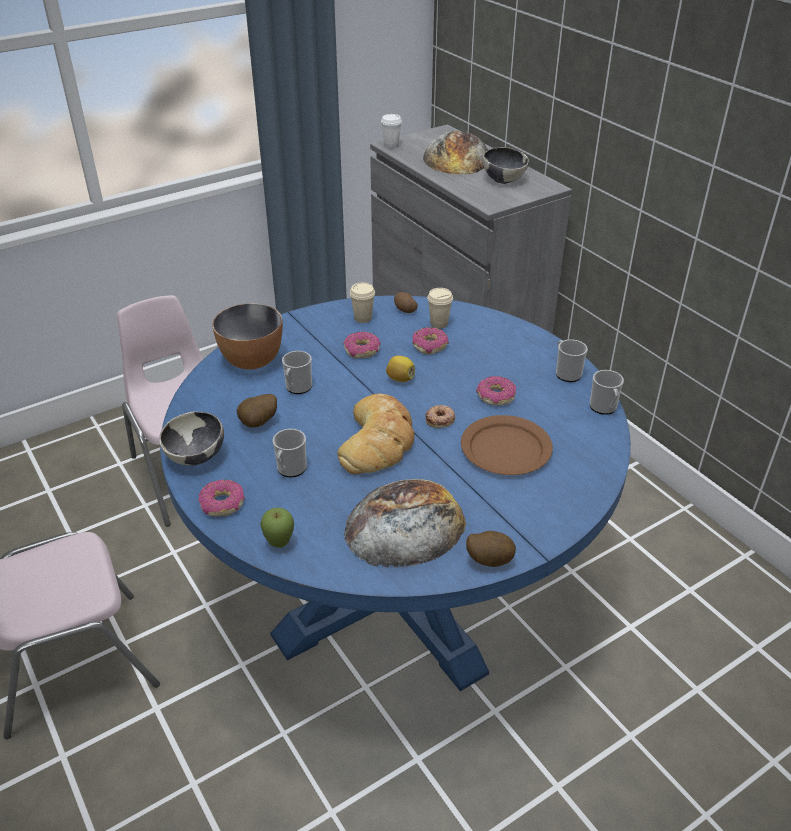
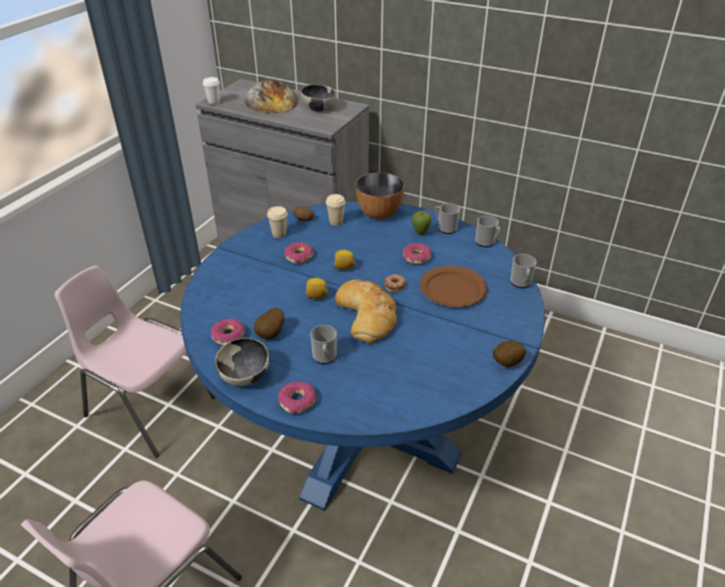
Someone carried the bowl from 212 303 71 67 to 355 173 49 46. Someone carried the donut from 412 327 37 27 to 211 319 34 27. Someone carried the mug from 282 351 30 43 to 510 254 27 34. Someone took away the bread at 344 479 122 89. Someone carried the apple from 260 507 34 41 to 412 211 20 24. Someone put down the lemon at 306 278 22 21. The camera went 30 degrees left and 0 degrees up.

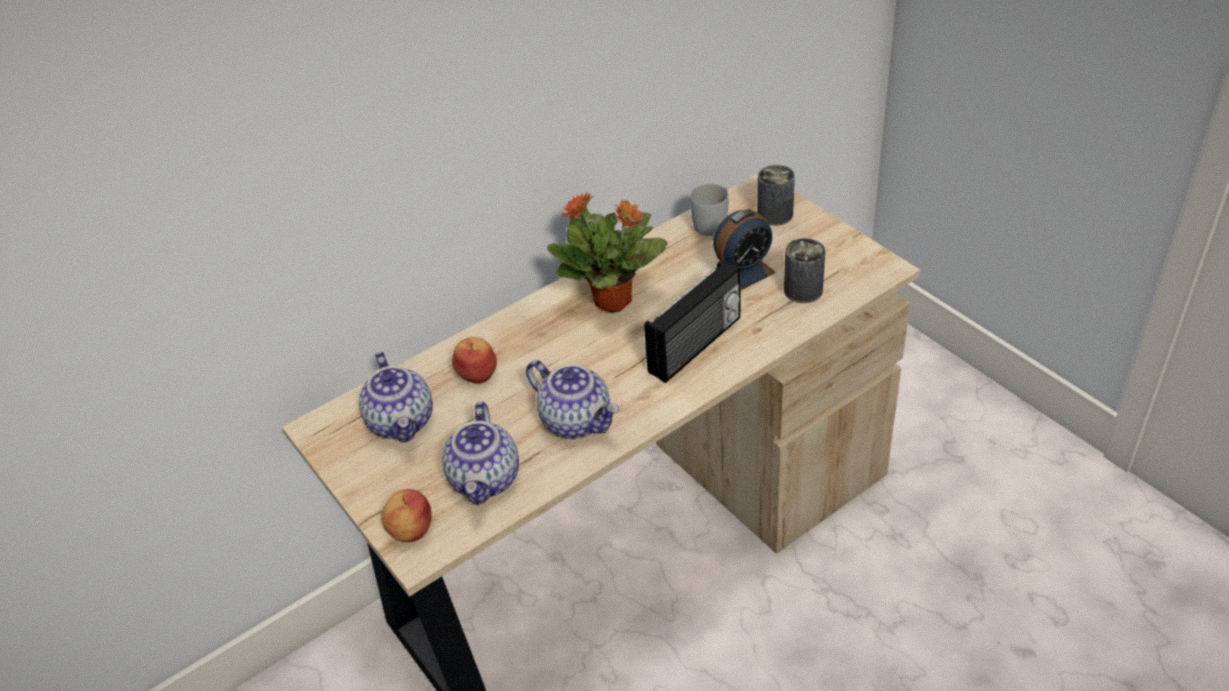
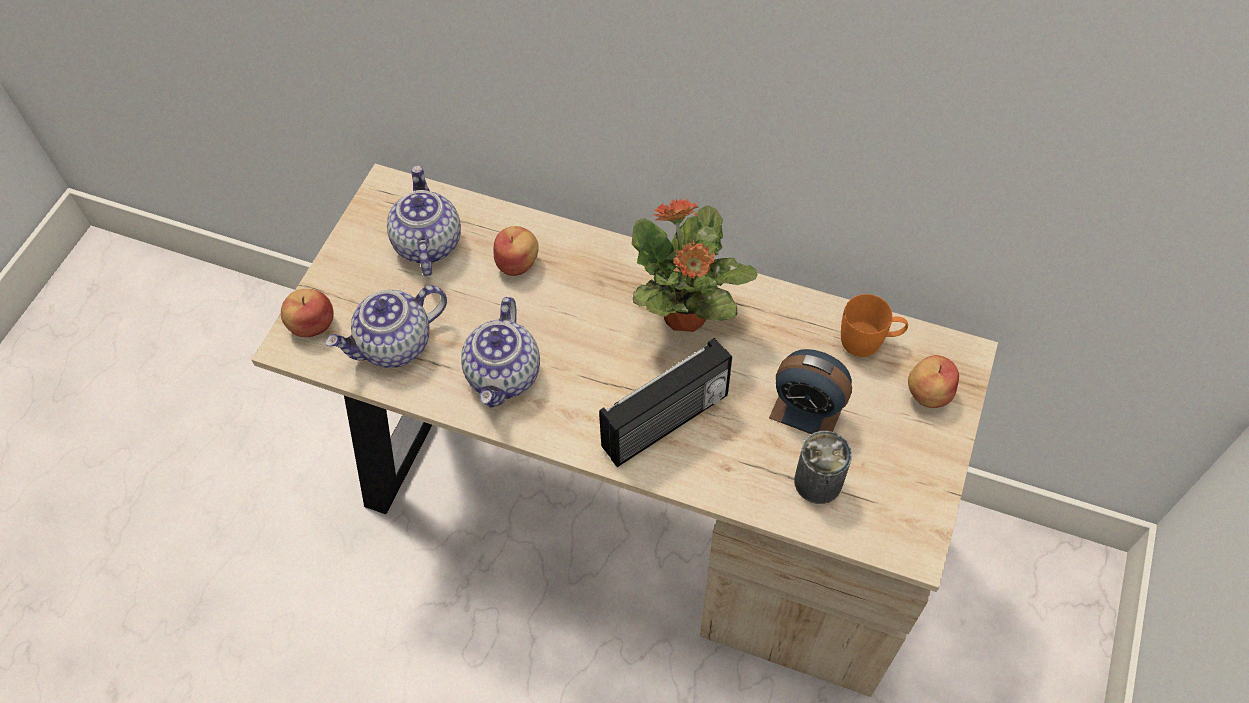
Someone swapped the can at 757 165 38 61 for the apple at 908 355 51 53. Someone repainted the mug (white) at 690 184 38 52, which became the mug (orange) at 841 294 67 63. Someone rotated the radio at 644 260 96 123 by 45 degrees counterclockwise. Someone rotated the teapot at 359 352 74 91 by 135 degrees clockwise. The camera went 55 degrees right and 15 degrees up.

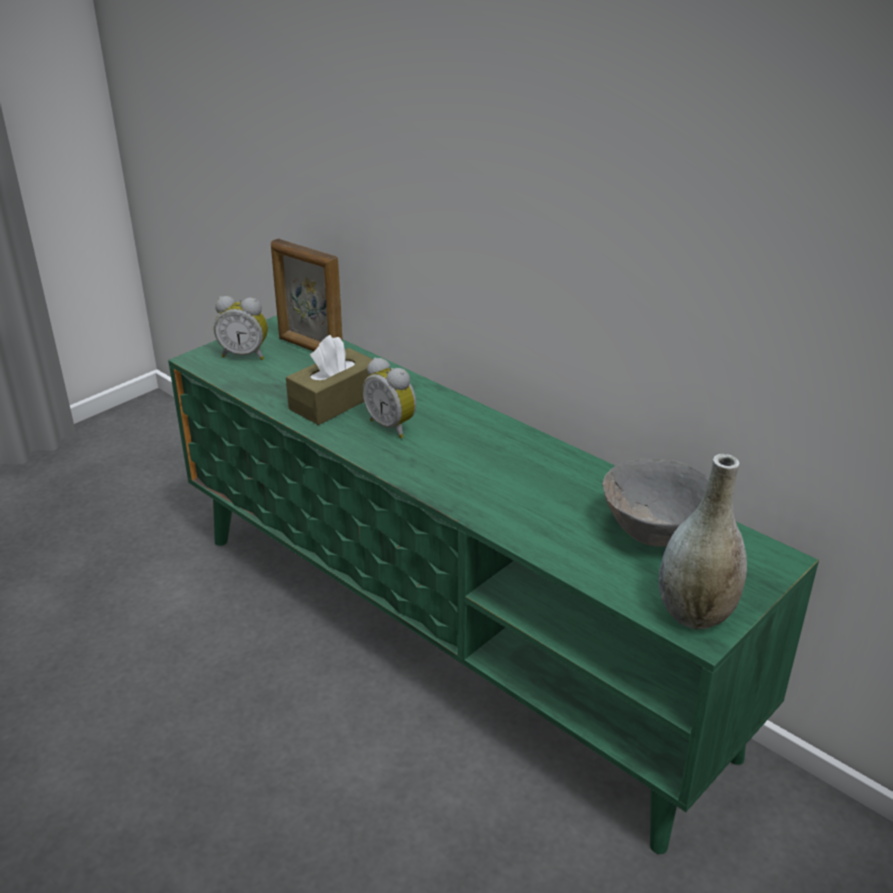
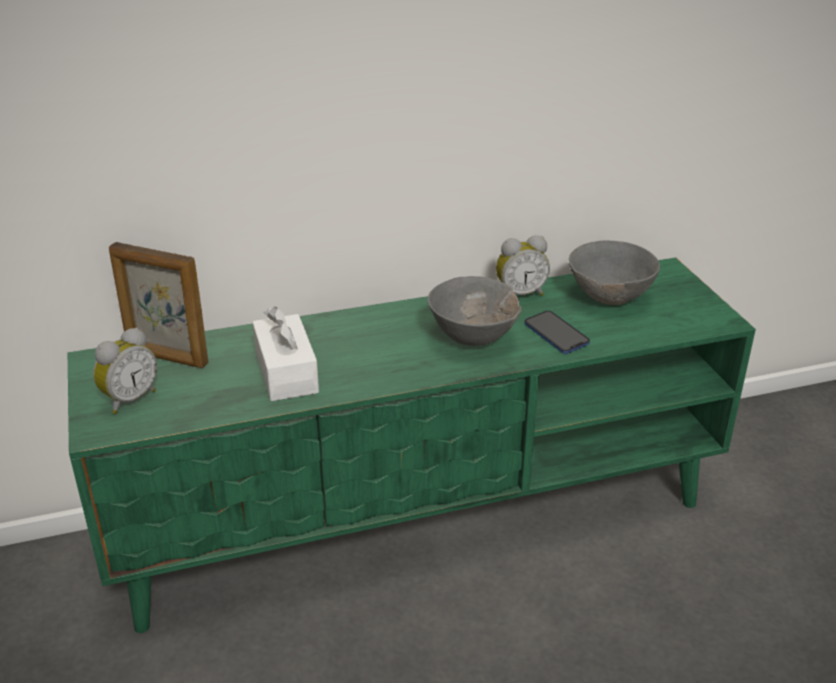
Someone rotated the picture frame at 271 239 72 112 by 45 degrees clockwise. Someone repainted the tissue box (brown) at 286 335 87 90, which became the tissue box (white) at 253 306 66 95. Someone carried the alarm clock from 362 357 54 81 to 496 235 54 61. Someone took away the vase (grey) at 659 454 88 176. Someone put down the bowl (grey) at 428 276 94 70. Someone put down the phone at 525 311 65 43. The camera went 60 degrees left and 0 degrees up.

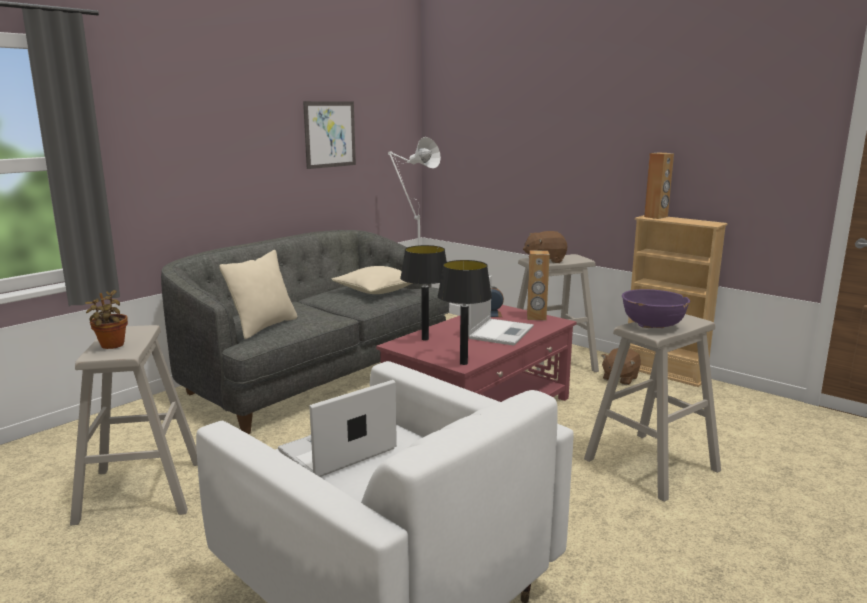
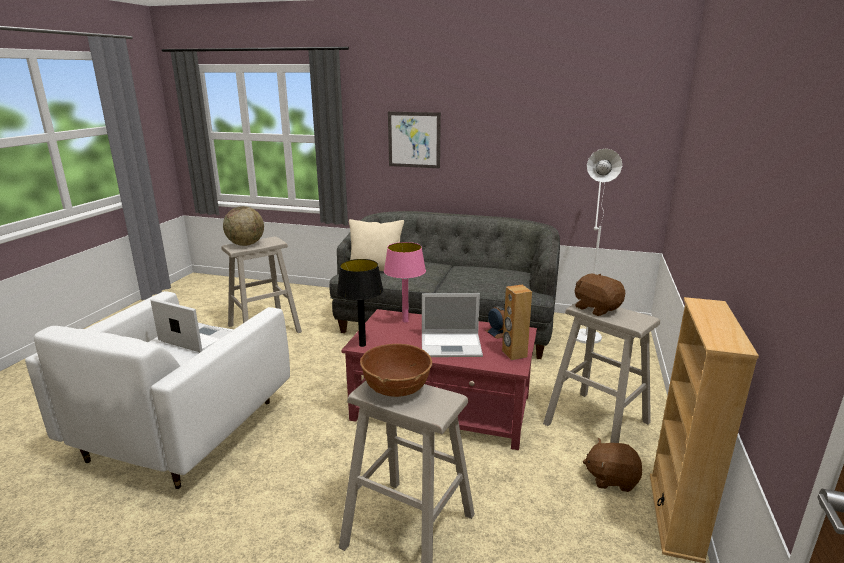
Someone carried the picture from 303 101 53 68 to 388 111 53 57. Someone took away the speaker (brown) at 644 152 30 67. Someone repainted the table lamp (black) at 400 245 47 95, which became the table lamp (pink) at 384 242 42 80. Someone took away the pillow (beige) at 332 266 81 28. Someone repainted the bowl (purple) at 622 289 68 39, which became the bowl (brown) at 360 344 72 53. Someone swapped the potted plant at 85 290 43 59 for the globe at 223 206 41 40. The camera went 65 degrees right and 5 degrees up.

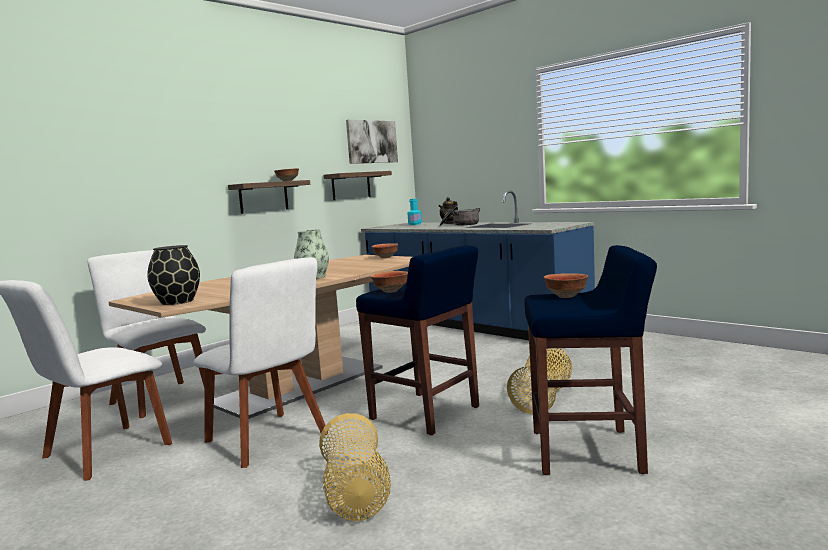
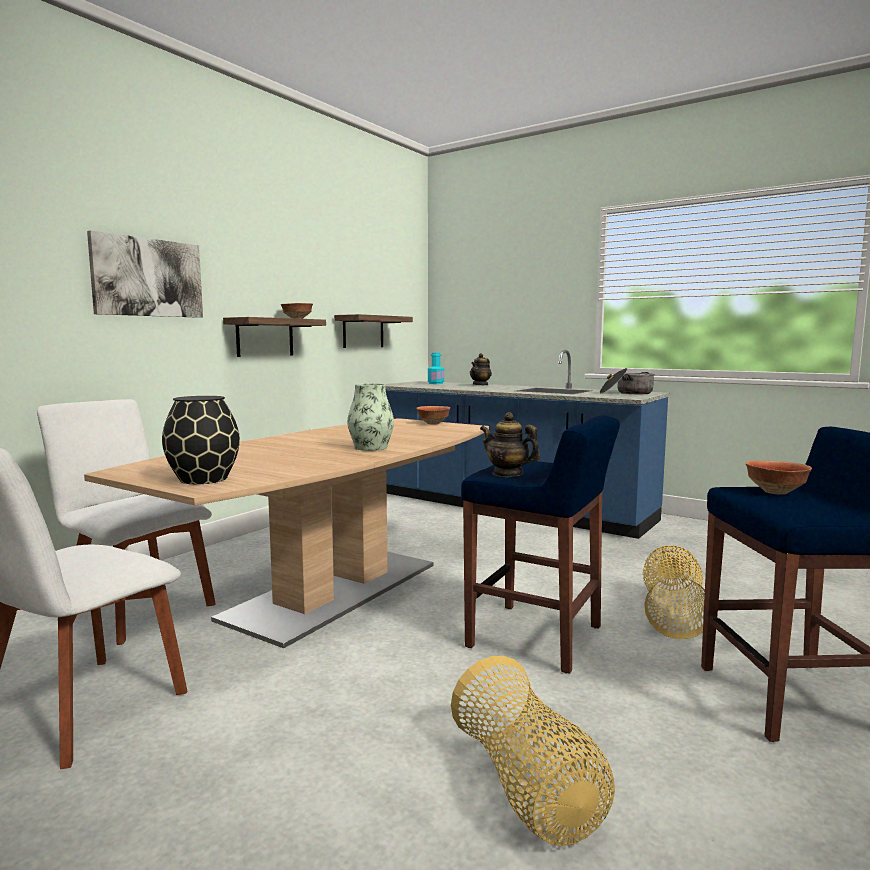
Someone carried the picture from 346 120 52 44 to 87 230 116 88. Someone carried the cooking pot from 439 207 41 19 to 600 368 55 26. Someone took away the chair (white) at 193 257 135 211. Someone swapped the bowl at 370 271 38 22 for the teapot at 480 412 60 65. The camera went 10 degrees left and 0 degrees up.

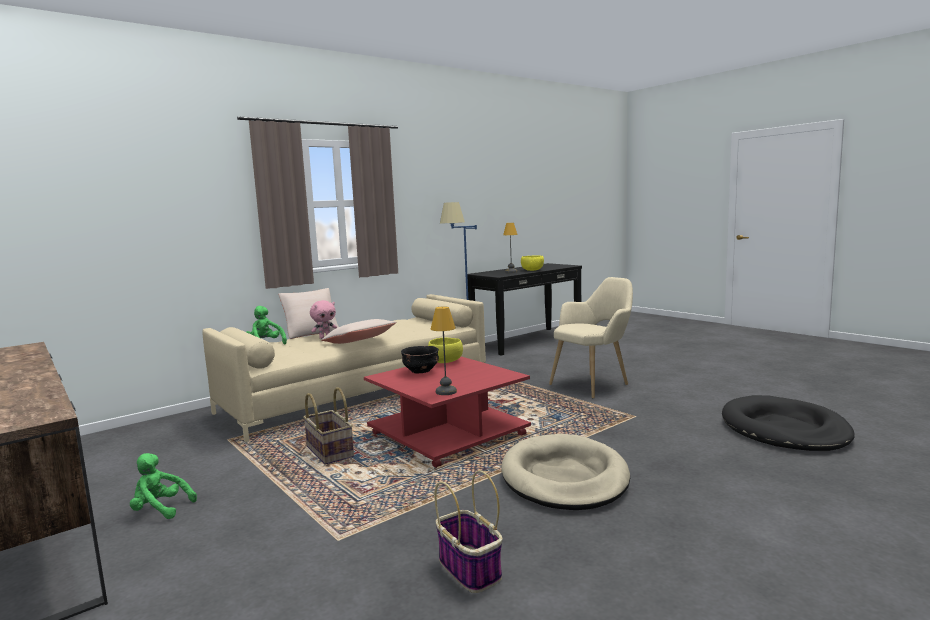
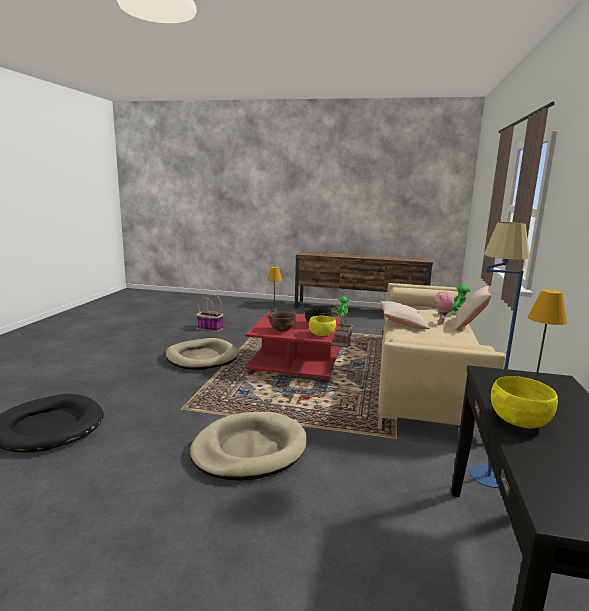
Someone swapped the armchair (beige) at 549 277 84 122 for the dog bed (beige) at 190 412 117 69. Someone put down the bowl (brown) at 269 311 27 20. The camera went 140 degrees right and 5 degrees up.

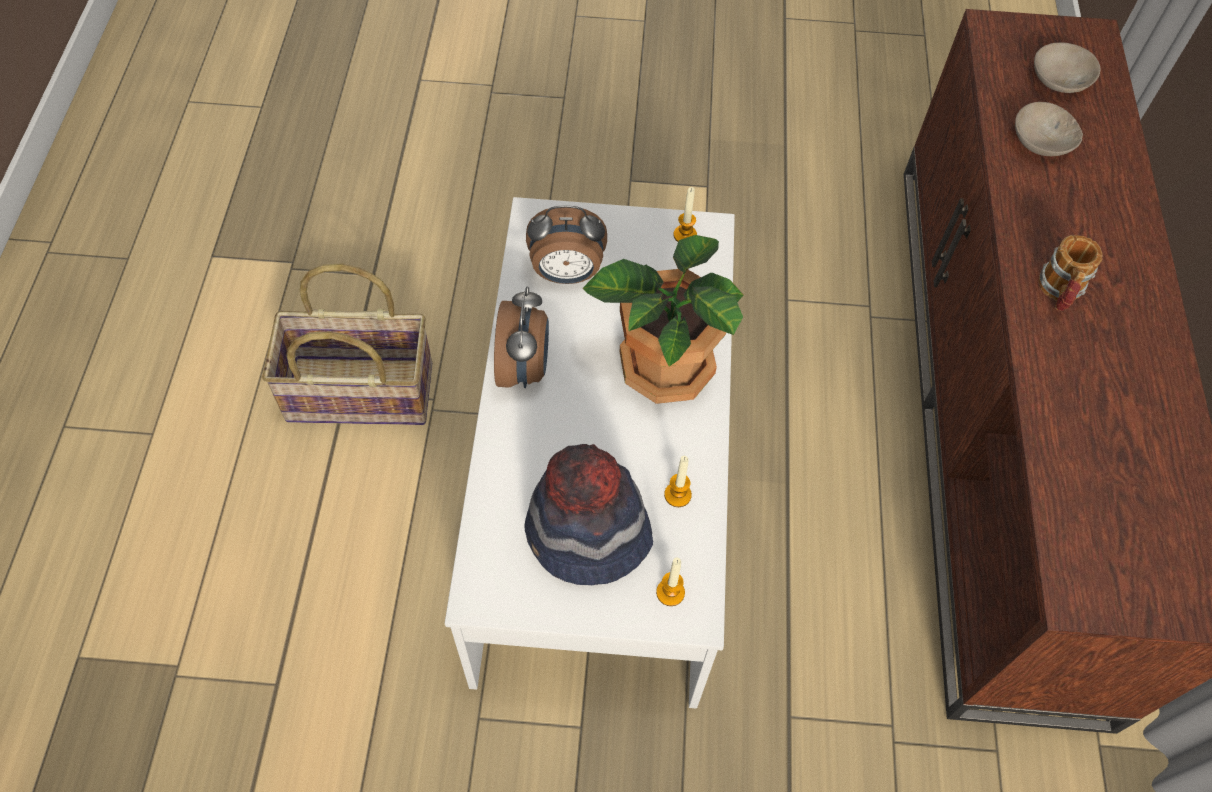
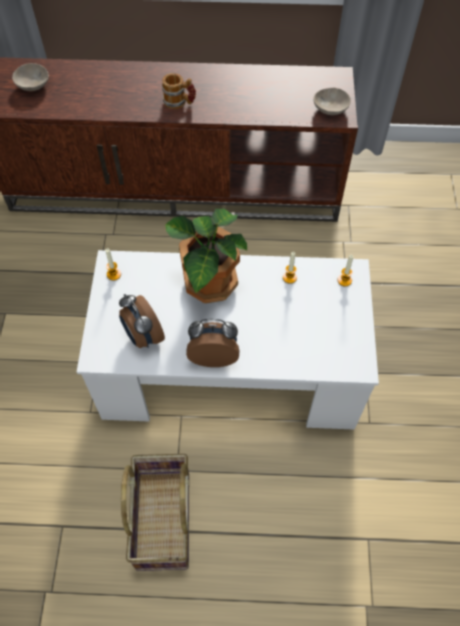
Someone carried the bowl (beige) from 1015 102 68 54 to 313 88 38 27. Someone rotated the alarm clock at 526 205 81 79 by 150 degrees clockwise. Someone took away the hat at 525 444 128 141. The camera went 90 degrees left and 0 degrees up.

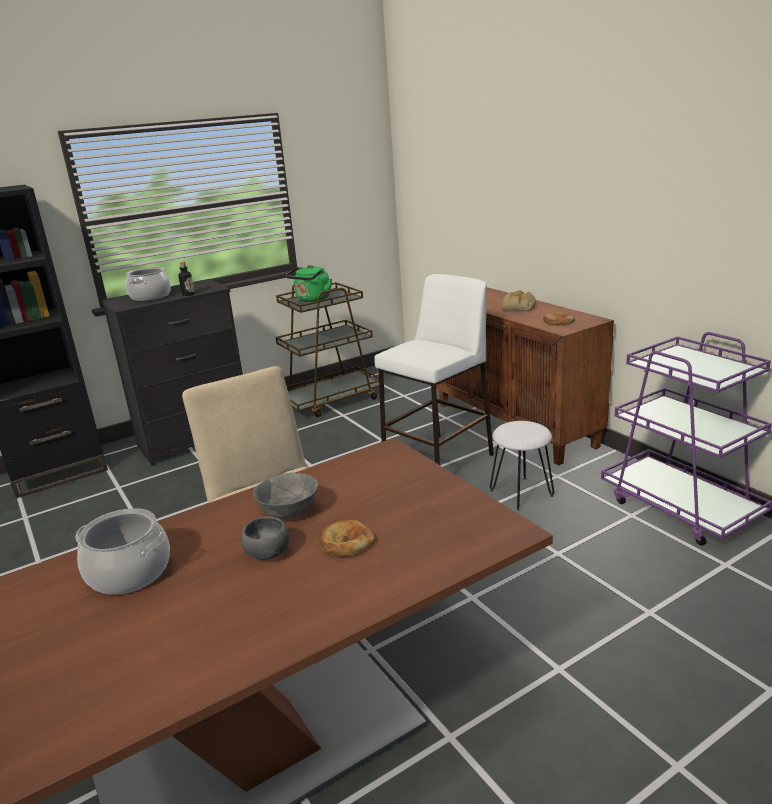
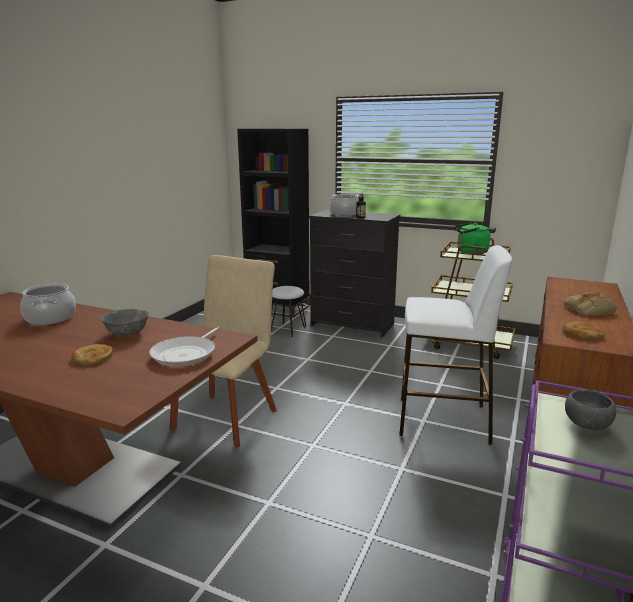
Someone carried the stool (white) from 490 421 64 89 to 271 286 35 51. Someone carried the bowl (grey) from 241 516 48 44 to 565 390 51 40. Someone put down the frying pan at 149 327 71 40. The camera went 55 degrees right and 5 degrees down.

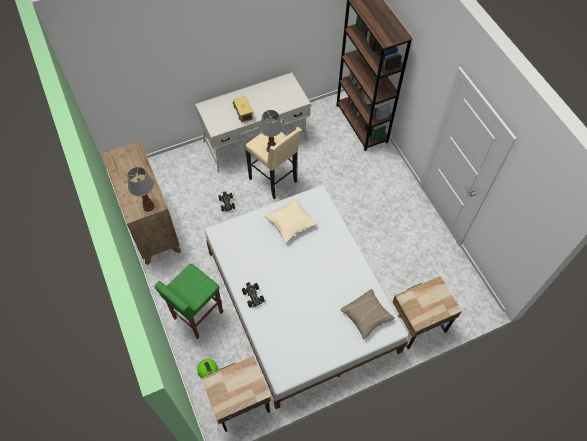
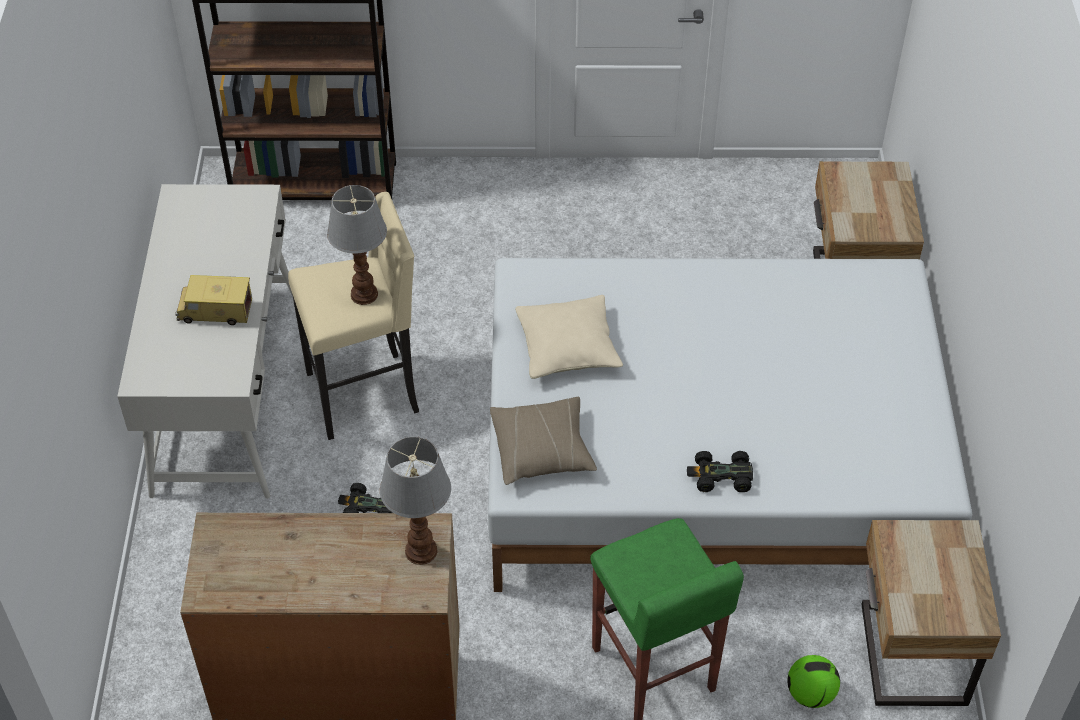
Someone carried the pillow (beige) from 340 289 55 50 to 490 397 107 88. The camera went 65 degrees left and 10 degrees down.

